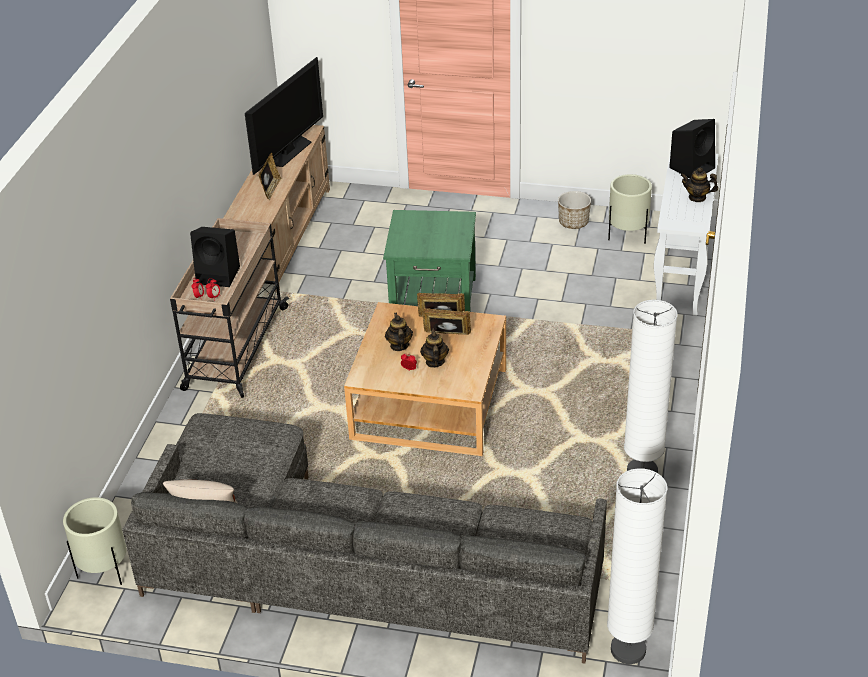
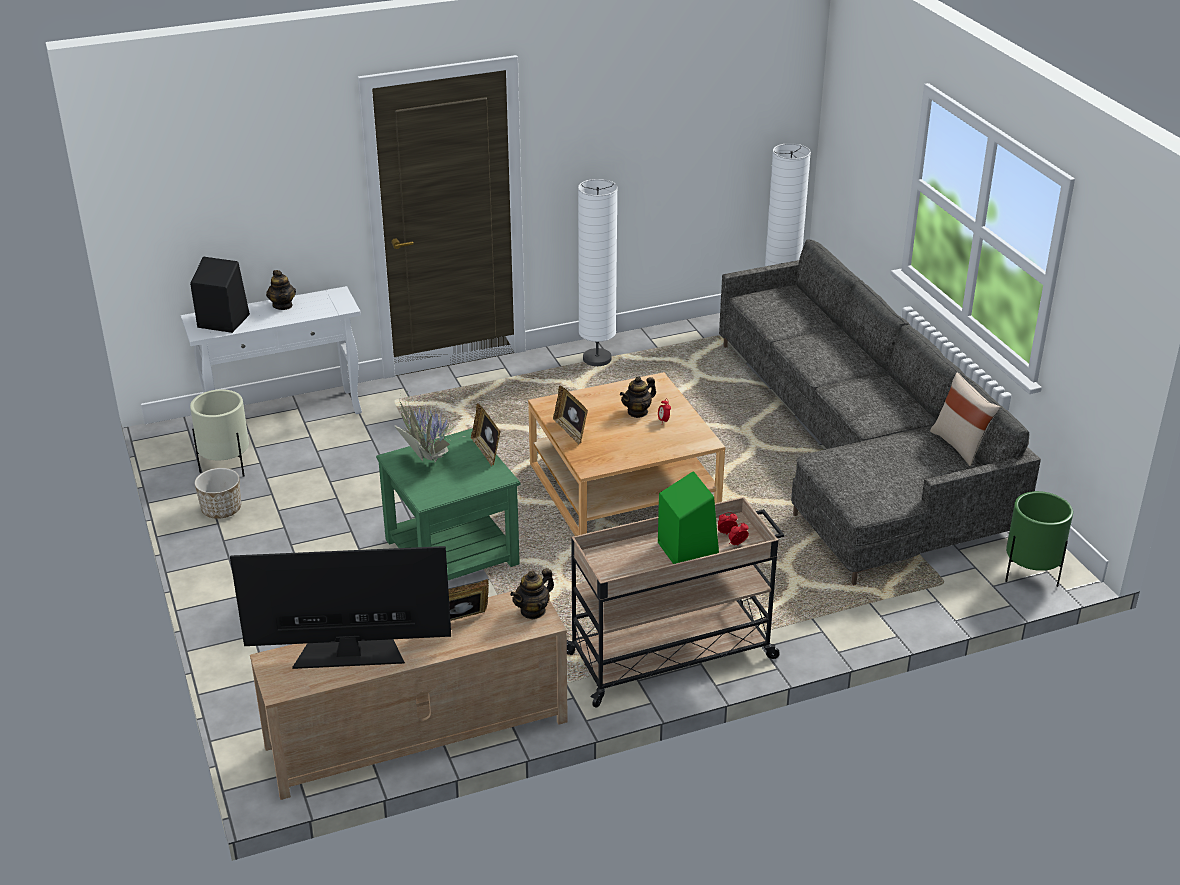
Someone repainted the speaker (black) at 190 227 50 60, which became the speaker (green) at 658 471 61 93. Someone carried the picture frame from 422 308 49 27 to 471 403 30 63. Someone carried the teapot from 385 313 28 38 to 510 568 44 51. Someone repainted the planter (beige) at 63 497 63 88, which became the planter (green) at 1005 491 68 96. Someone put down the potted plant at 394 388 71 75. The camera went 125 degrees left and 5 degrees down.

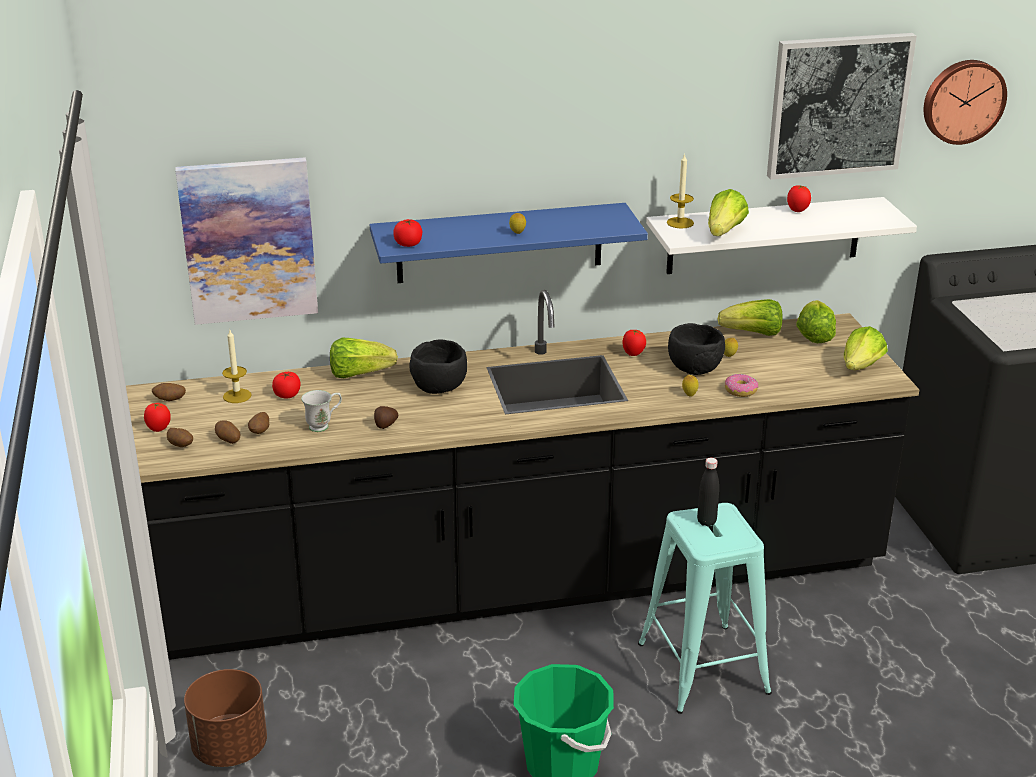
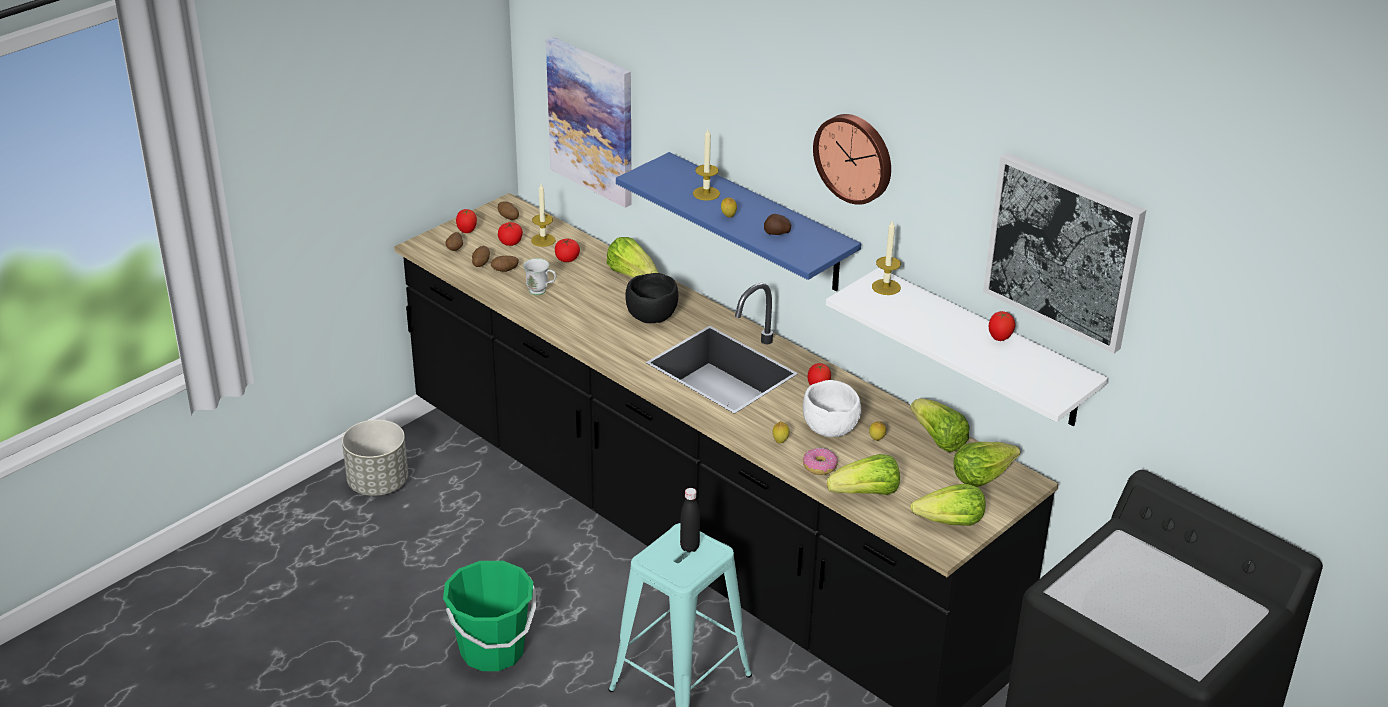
Someone carried the wall clock from 924 60 83 85 to 813 114 78 91. Someone carried the lettuce from 708 189 41 47 to 827 454 73 41. Someone carried the tomato from 393 219 29 28 to 498 222 25 24. Someone repainted the bowl (black) at 668 323 57 52, which became the bowl (white) at 803 380 58 57. Someone carried the potato from 374 406 24 23 to 764 214 27 21. Someone repainted the planter (brown) at 184 669 83 98, which became the planter (grey) at 342 420 66 76. Someone put down the candle at 693 129 27 72. The camera went 55 degrees right and 5 degrees up.

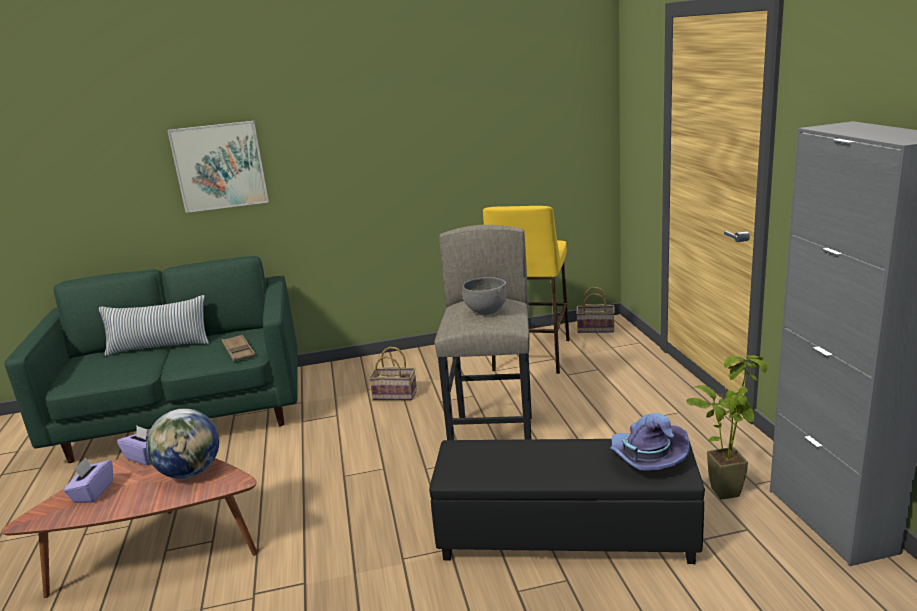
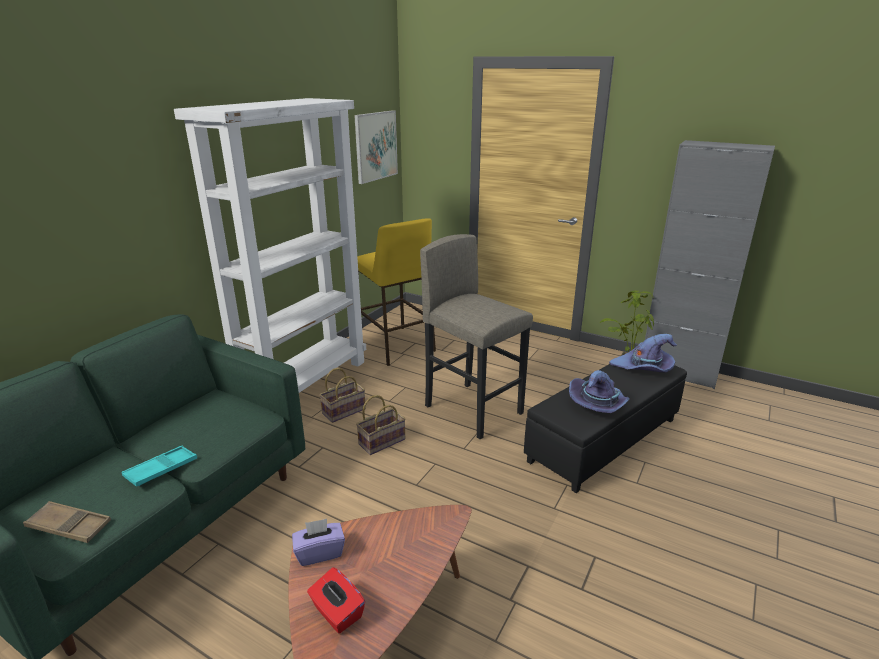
Someone carried the picture from 167 121 102 92 to 354 110 44 74. Someone took away the bowl (grey) at 462 277 45 38. Someone carried the basket from 576 287 39 46 to 356 395 50 60. Someone took away the pillow at 99 295 110 61. Someone carried the tray (brown) from 222 334 34 28 to 23 501 88 42. Someone took away the globe at 146 408 73 71. Someone repainted the tissue box (purple) at 64 458 49 45, which became the tissue box (red) at 307 567 58 67. Someone put down the bookcase (white) at 174 98 192 295. Someone put down the hat (purple) at 569 370 60 43. Someone put down the tray (turquoise) at 122 446 75 41. The camera went 50 degrees left and 5 degrees up.

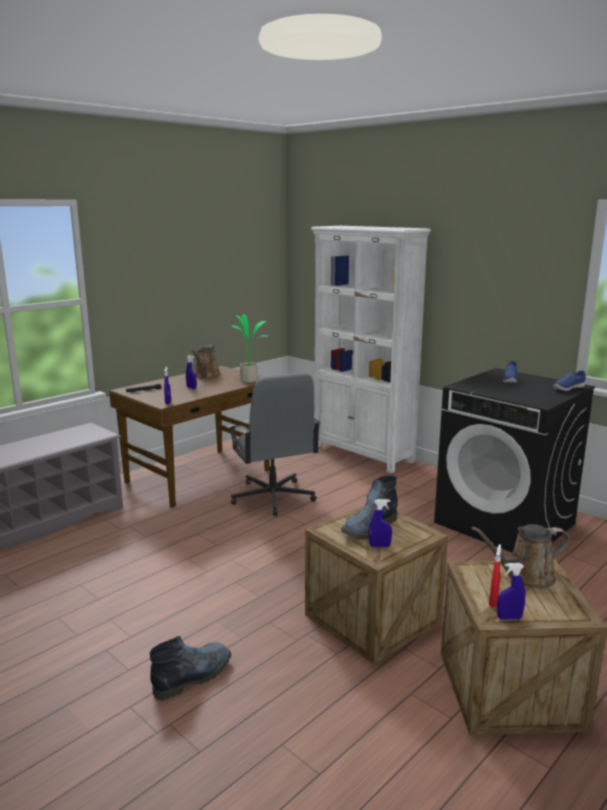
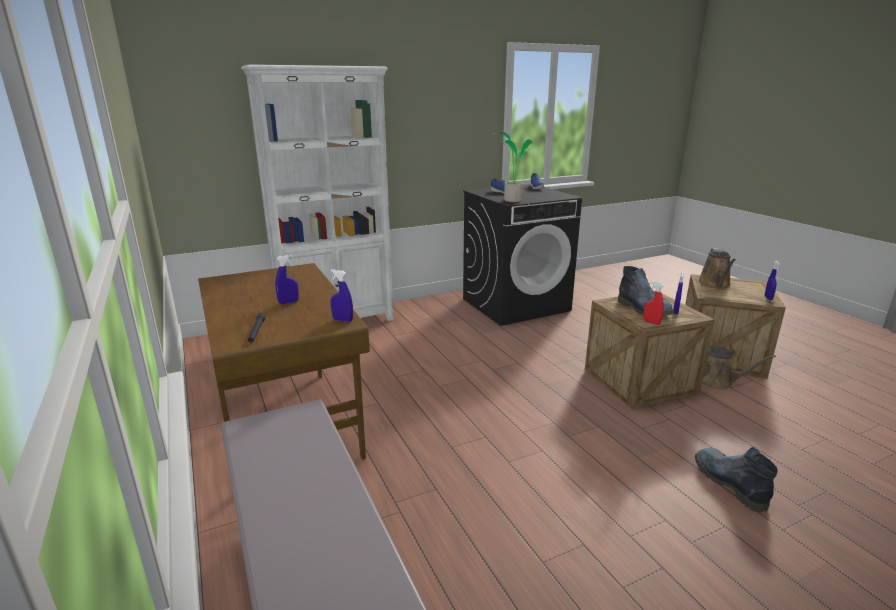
Someone carried the potted plant from 232 314 36 69 to 495 132 38 70. Someone carried the watering can (brown) from 192 345 29 34 to 702 347 74 42. Someone took away the office chair (grey) at 229 373 91 143. Someone carried the spray bottle (red) from 489 544 12 63 to 644 281 20 44. The camera went 70 degrees left and 5 degrees up.

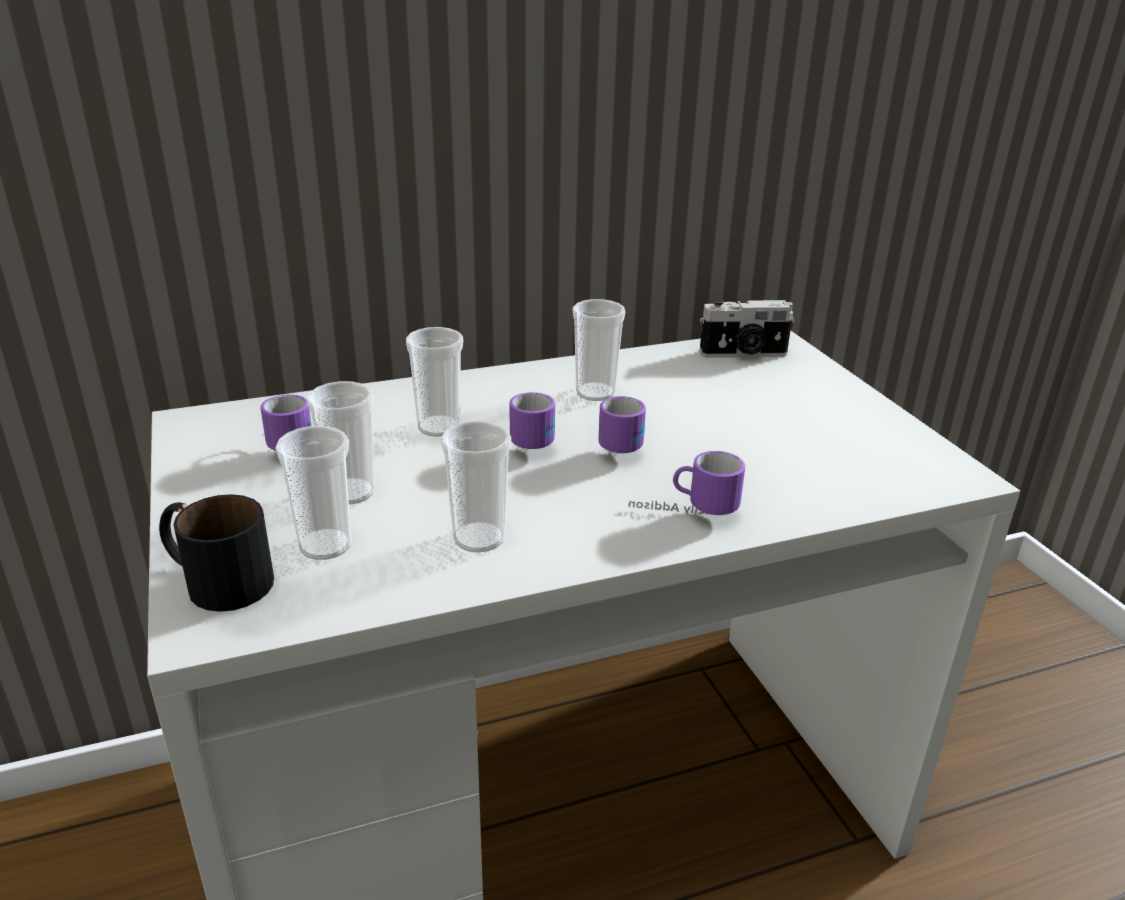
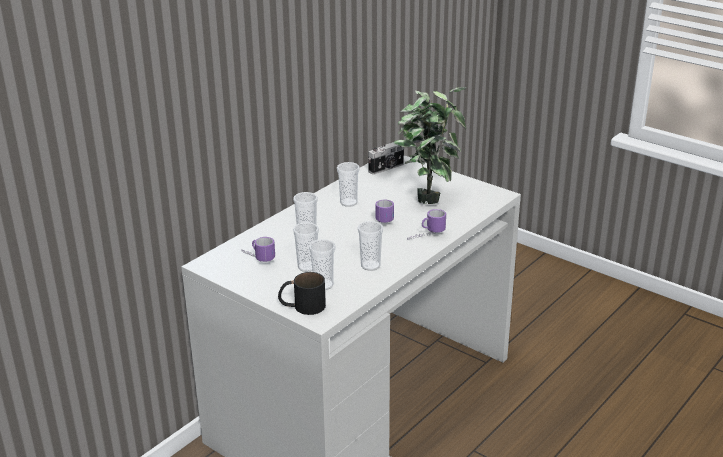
Someone took away the mug at 509 392 46 57. Someone put down the potted plant at 394 87 73 117. The camera went 30 degrees left and 0 degrees up.

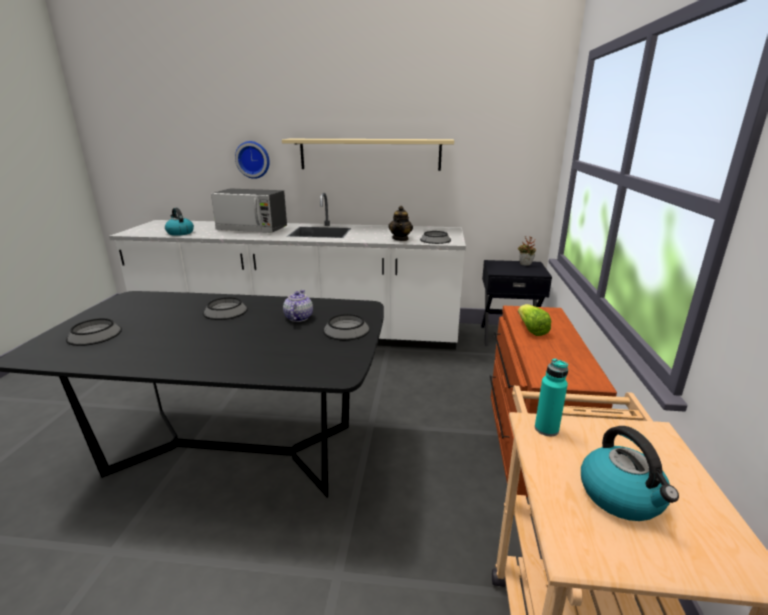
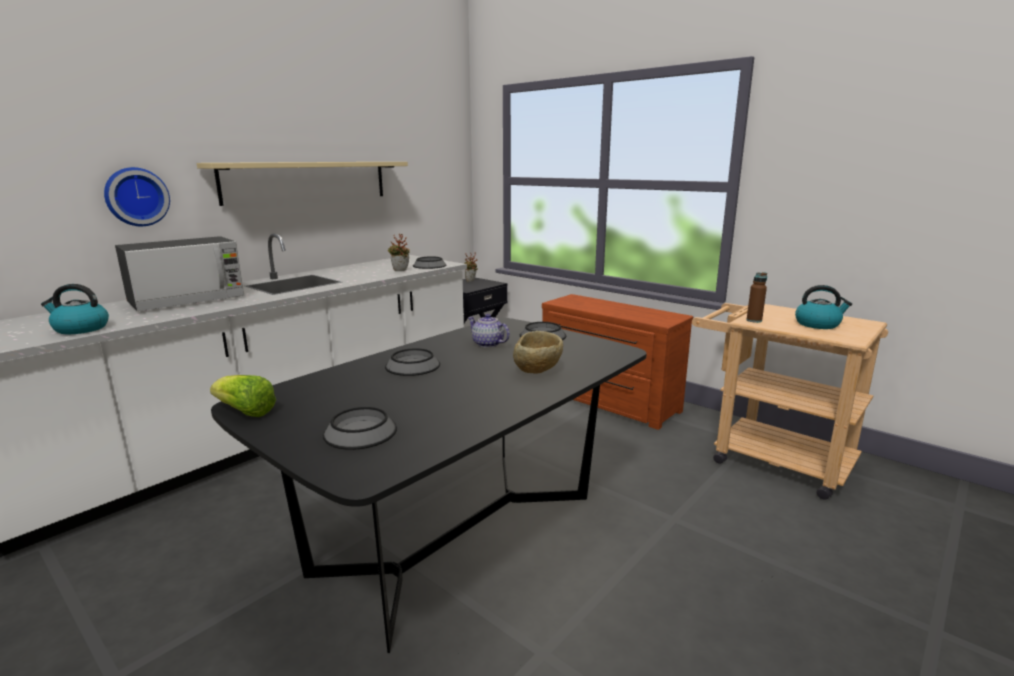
Someone swapped the teapot at 388 206 25 35 for the potted plant at 388 234 22 37. Someone carried the lettuce from 518 304 33 32 to 210 375 66 42. Someone repainted the bottle (turquoise) at 535 358 33 78, which became the bottle (brown) at 746 272 21 51. Someone put down the bowl (beige) at 513 331 50 42. The camera went 55 degrees left and 5 degrees down.

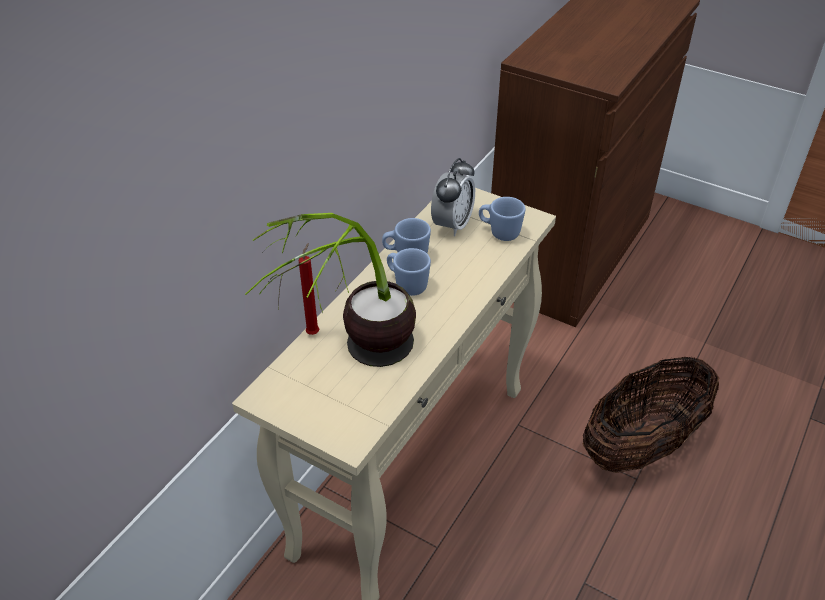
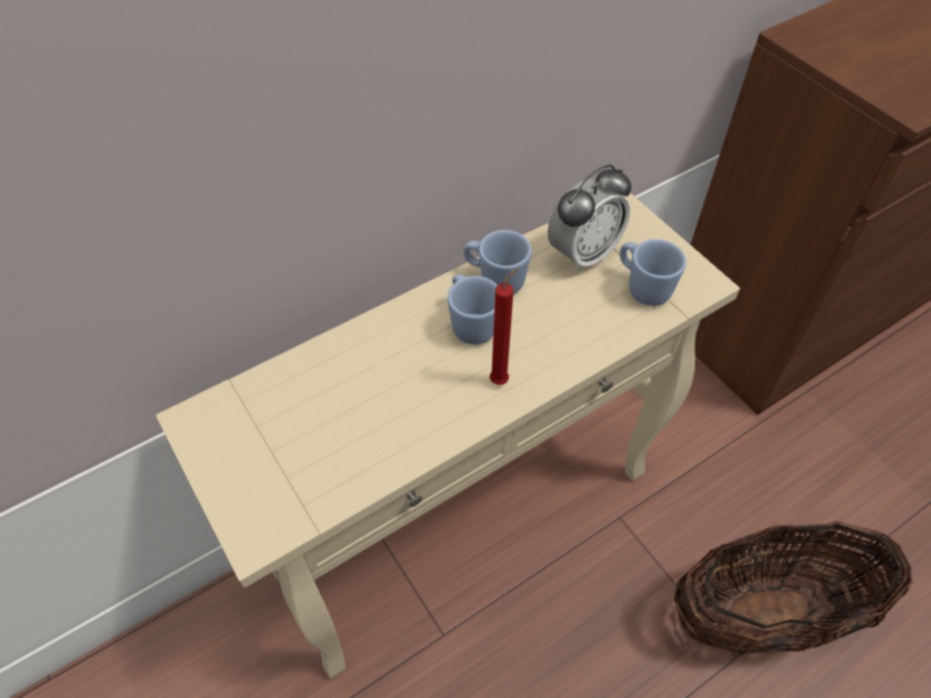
Someone took away the potted plant at 245 213 171 154. Someone carried the candle (red) from 298 243 21 92 to 490 267 28 118. The camera went 25 degrees right and 10 degrees up.

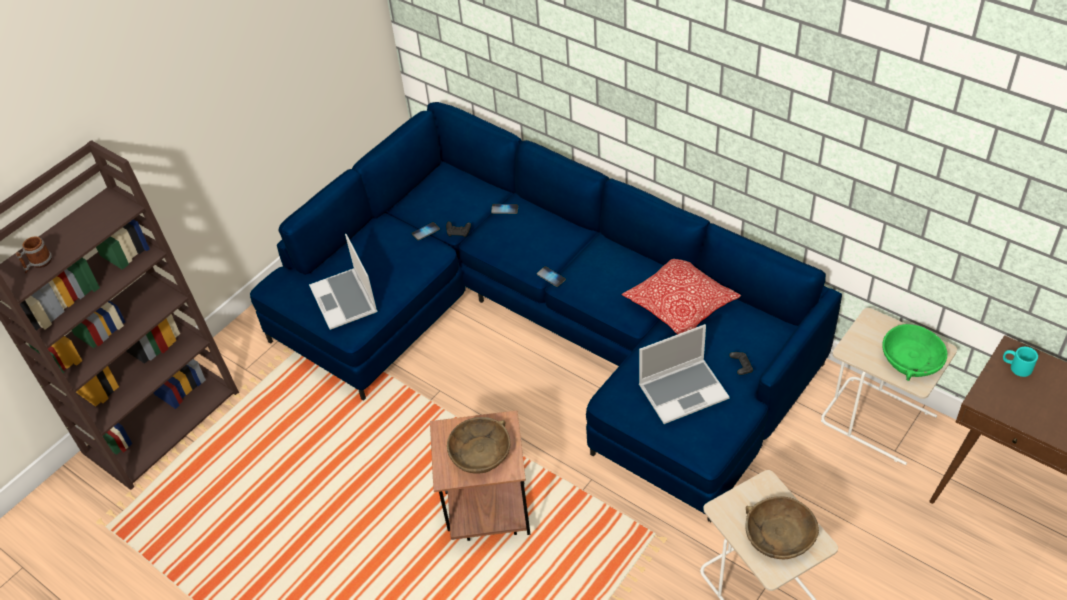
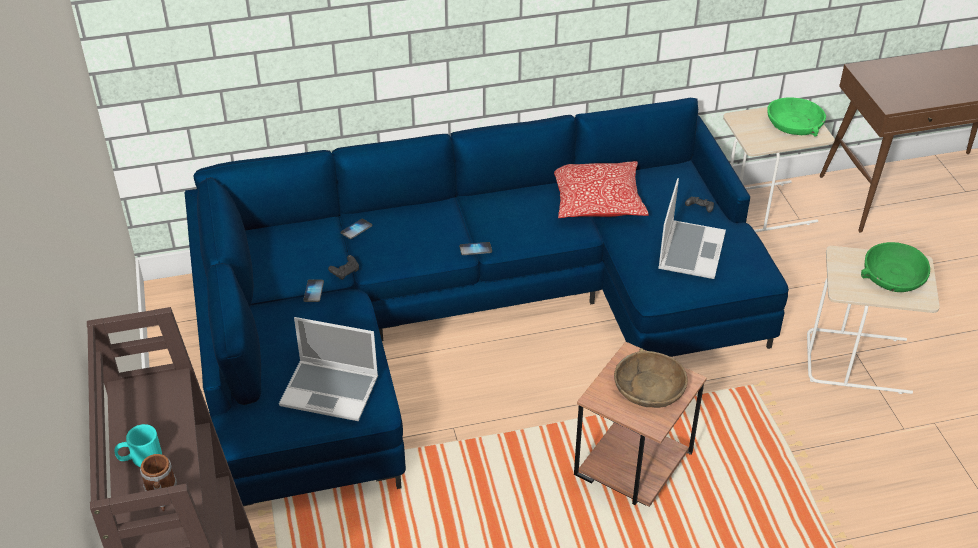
Someone carried the mug (turquoise) from 1003 347 35 30 to 115 424 47 43. Someone repainted the bowl (brown) at 745 496 74 63, which became the bowl (green) at 861 242 69 50. The camera went 55 degrees left and 5 degrees down.

